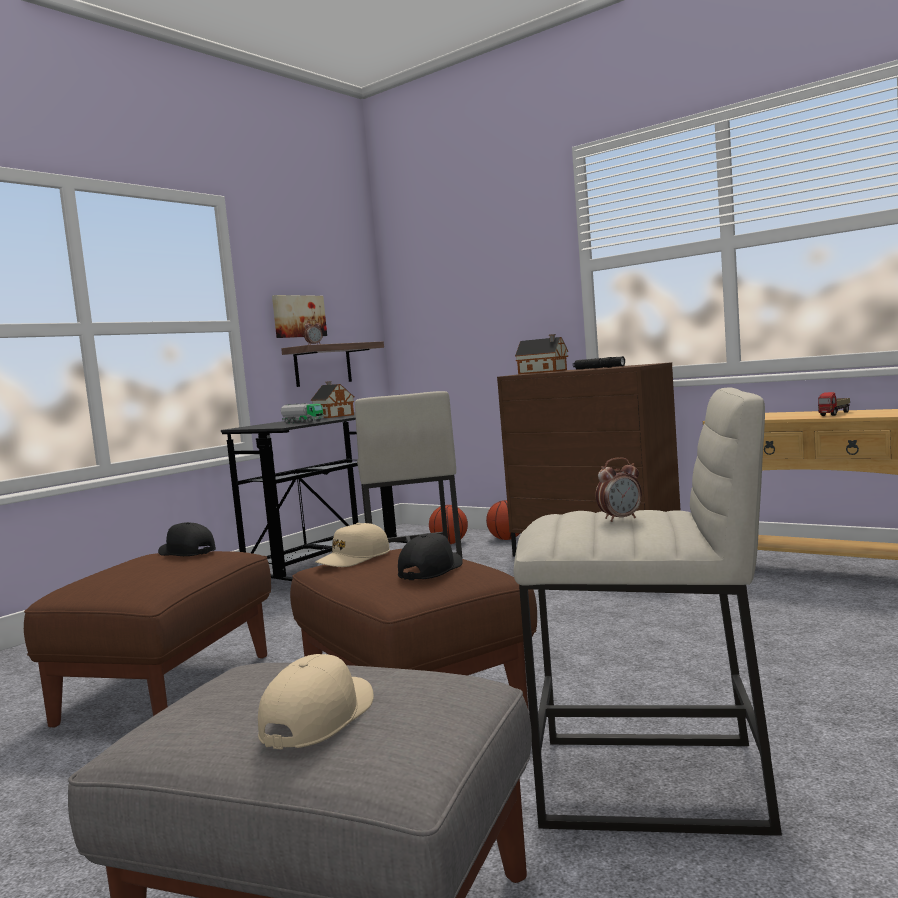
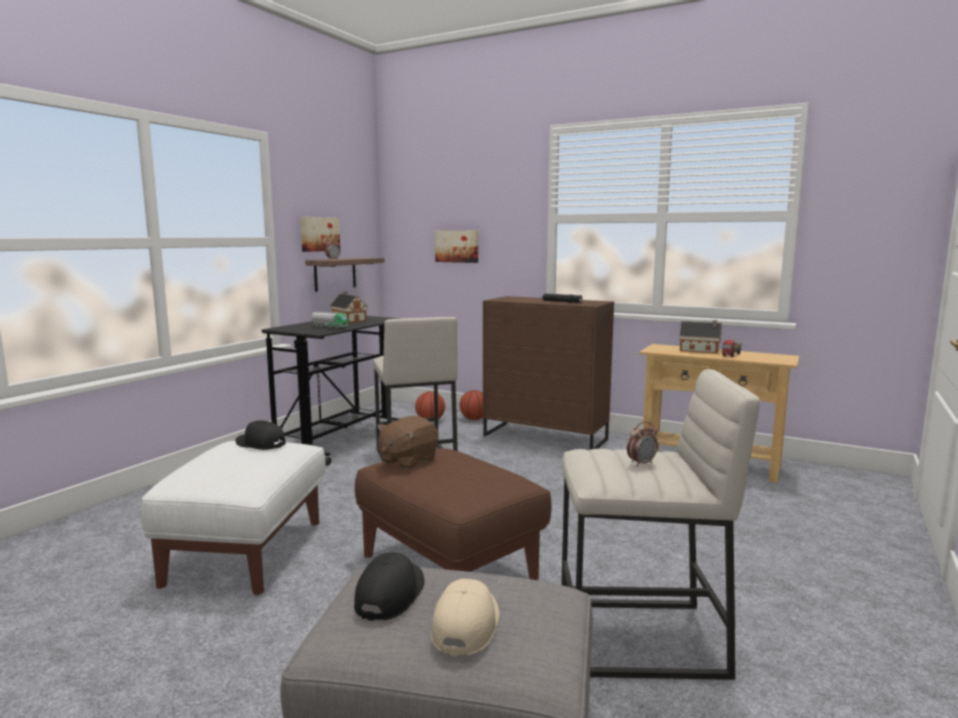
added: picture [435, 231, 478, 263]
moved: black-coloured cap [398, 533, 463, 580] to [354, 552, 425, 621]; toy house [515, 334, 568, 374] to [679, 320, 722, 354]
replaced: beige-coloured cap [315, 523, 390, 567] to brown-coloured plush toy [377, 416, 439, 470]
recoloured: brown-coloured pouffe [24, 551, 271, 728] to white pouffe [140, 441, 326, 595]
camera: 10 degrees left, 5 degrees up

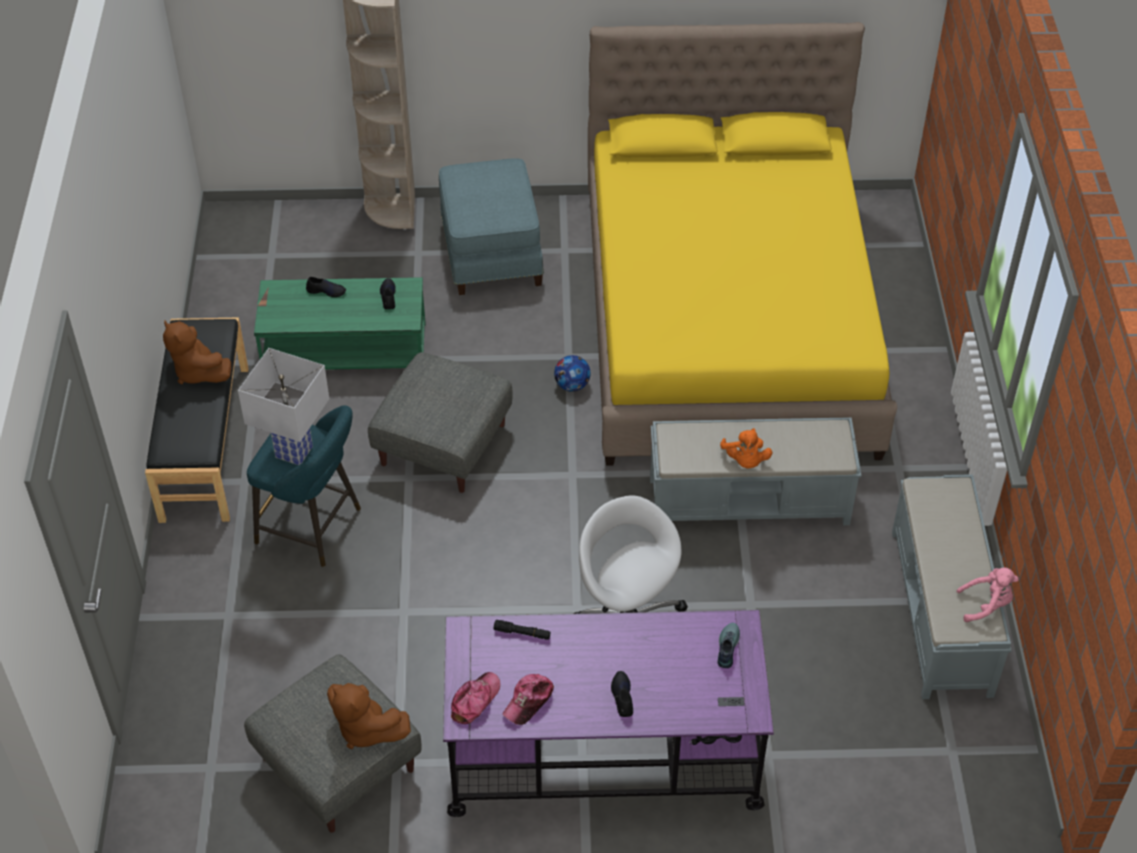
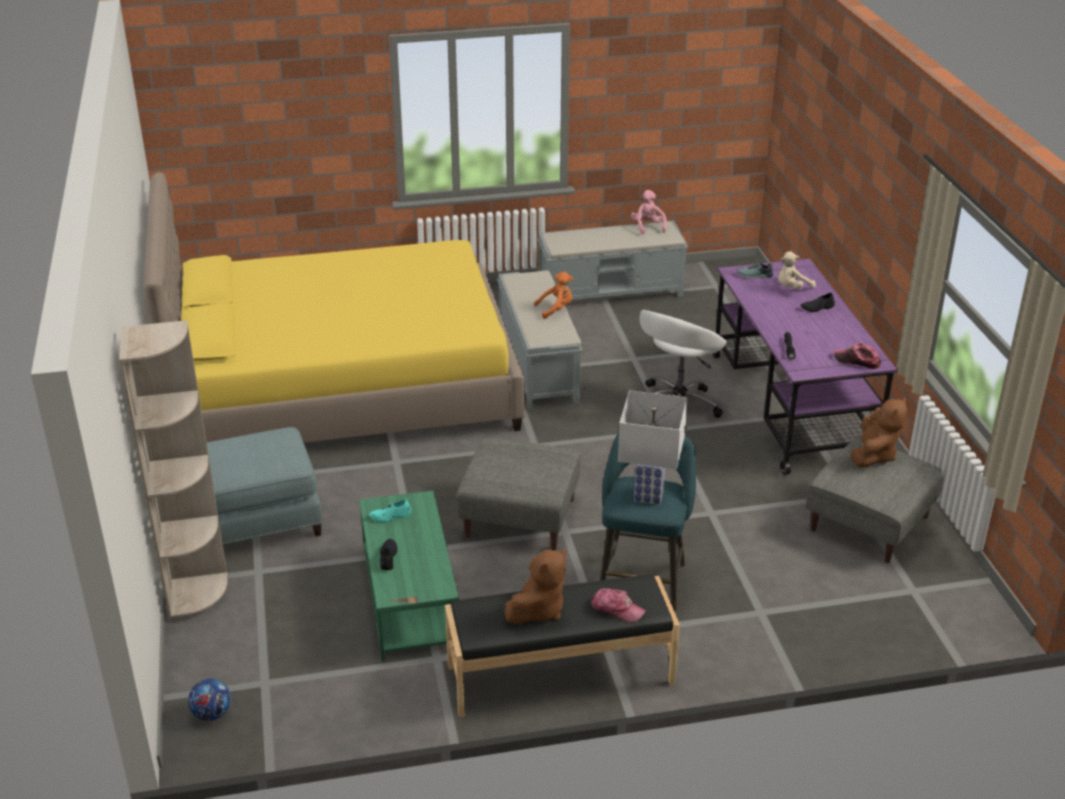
added: beige-coloured plush toy [778, 251, 816, 290]
moved: cap [503, 674, 554, 725] to [591, 588, 646, 622]; football ball [554, 355, 591, 392] to [188, 679, 231, 721]
recoloured: black-coloured shoe [380, 278, 396, 309] to turquoise-coloured shoe [369, 499, 411, 522]
camera: 100 degrees left, 15 degrees down

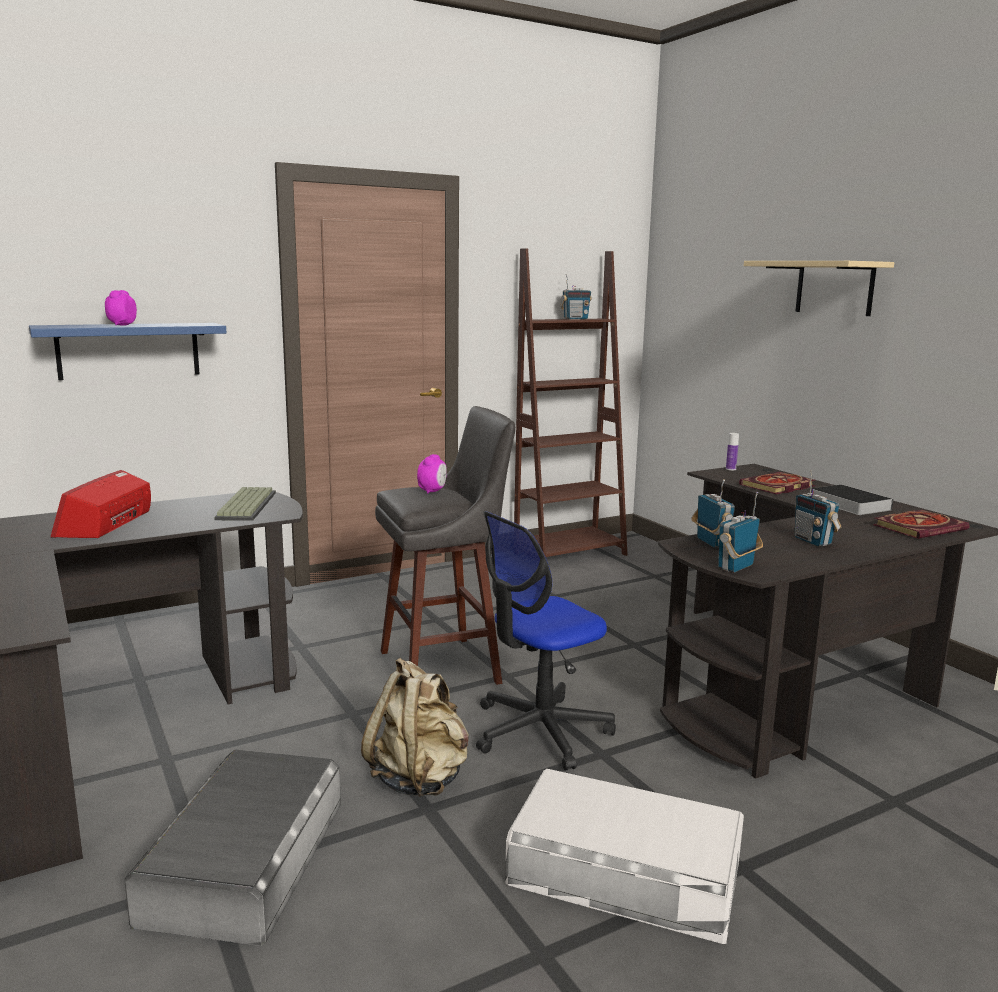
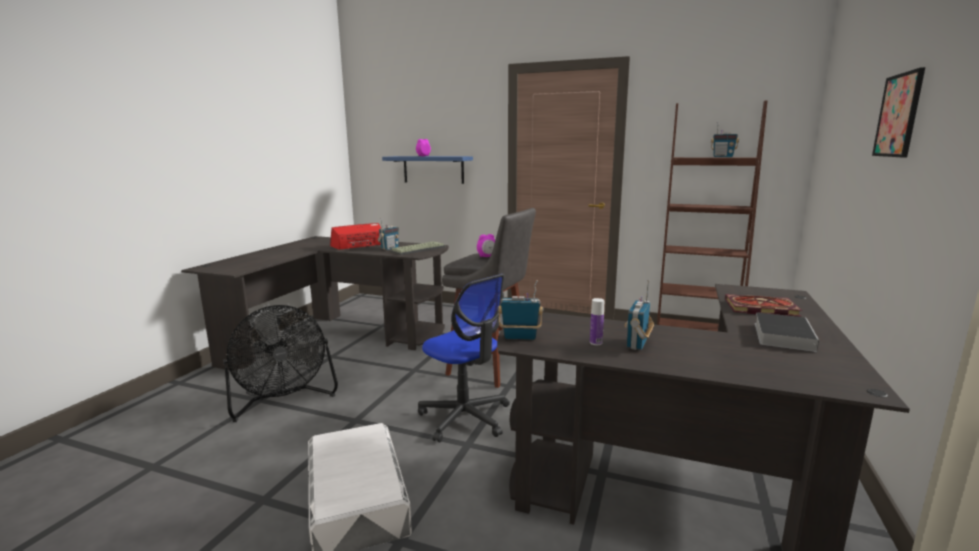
removed: beige-coloured backpack [361, 658, 469, 797]; bound book [873, 510, 969, 539]
moved: radio [691, 480, 735, 548] to [377, 217, 399, 250]; beverage bottle [726, 433, 739, 470] to [590, 298, 604, 345]
replaced: grey storage bin [124, 749, 341, 946] to black-coloured electric fan [223, 305, 338, 422]; beige-coloured bracket shelf [744, 261, 894, 316] to picture [872, 67, 925, 157]
turned: computer chair [476, 511, 616, 770] = [418, 274, 510, 442] 150 degrees counterclockwise
camera: 50 degrees right, 0 degrees up

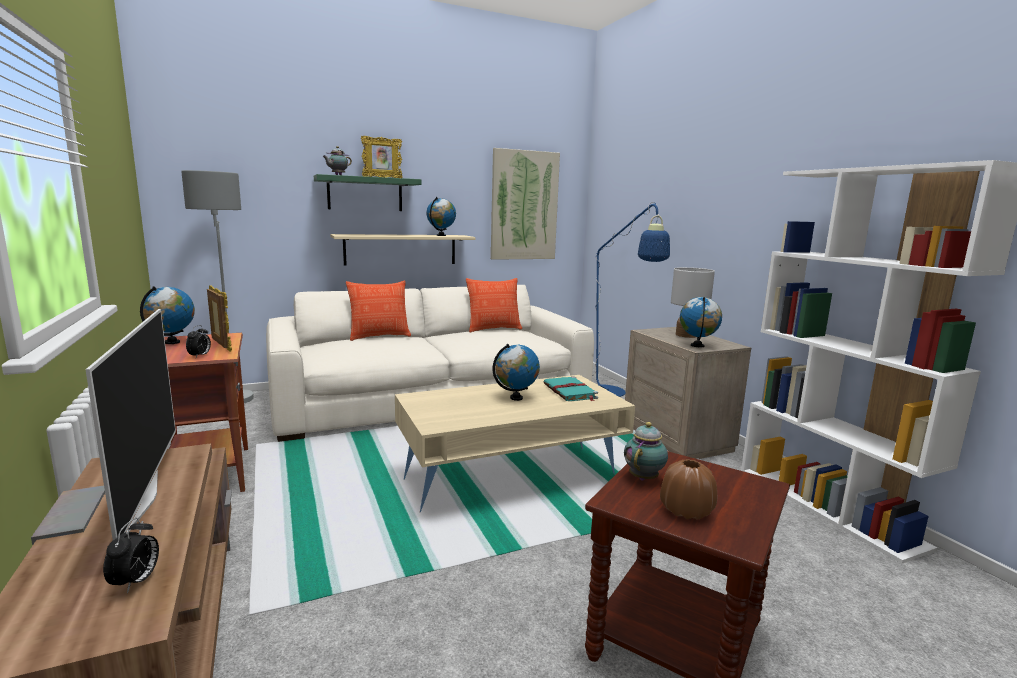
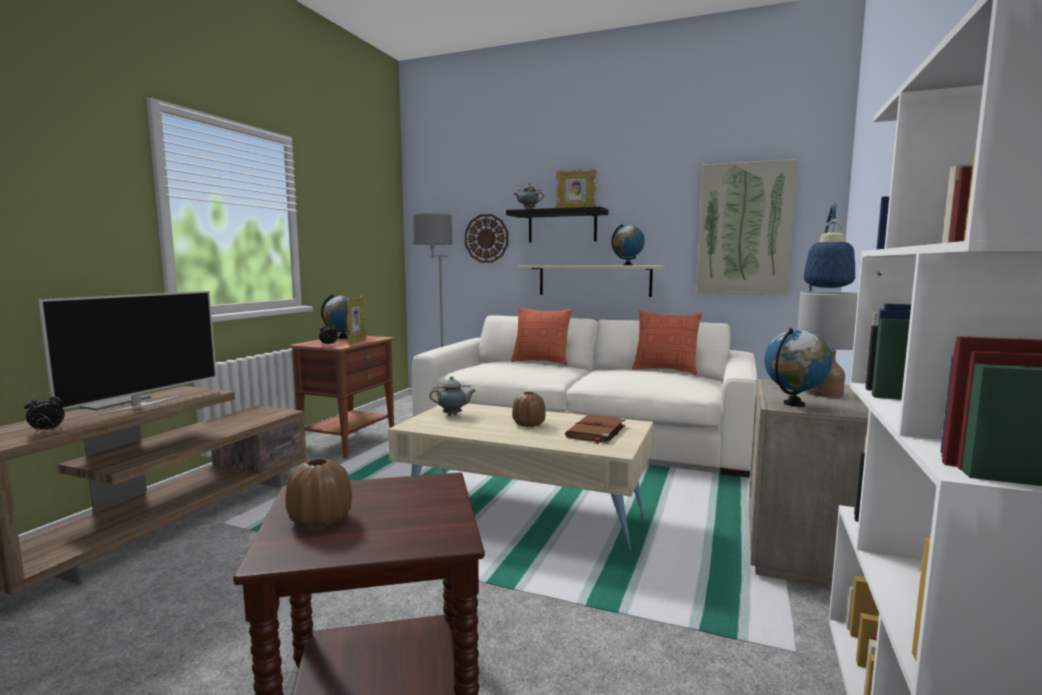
added: clock on the wall [465, 214, 508, 263]
moved: pot for tea [624, 422, 668, 481] to [429, 376, 476, 415]
replaced: world globe [493, 344, 540, 401] to brown-coloured vase [512, 392, 546, 427]
recoloured: green bracket shelf [314, 174, 421, 211] to black-coloured bracket shelf [506, 206, 609, 242]; turquoise-coloured bound book [544, 376, 598, 401] to brown-coloured bound book [565, 415, 626, 444]
camera: 45 degrees right, 5 degrees down

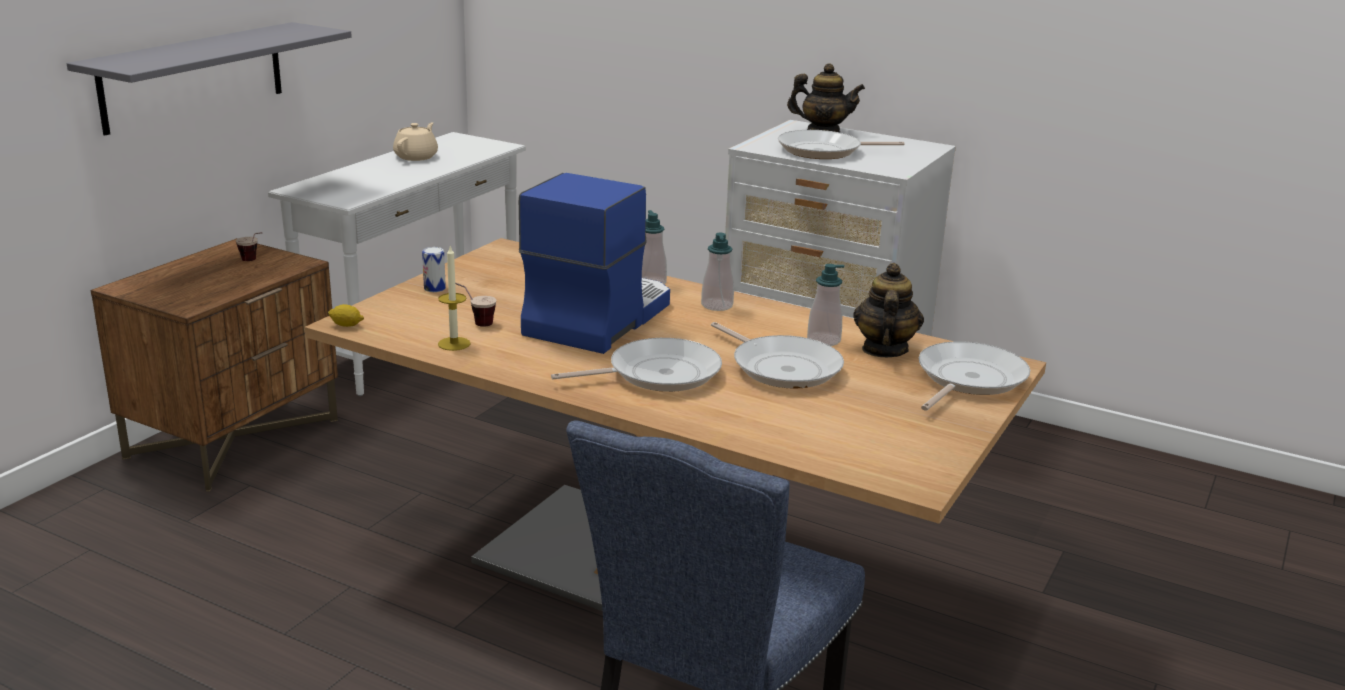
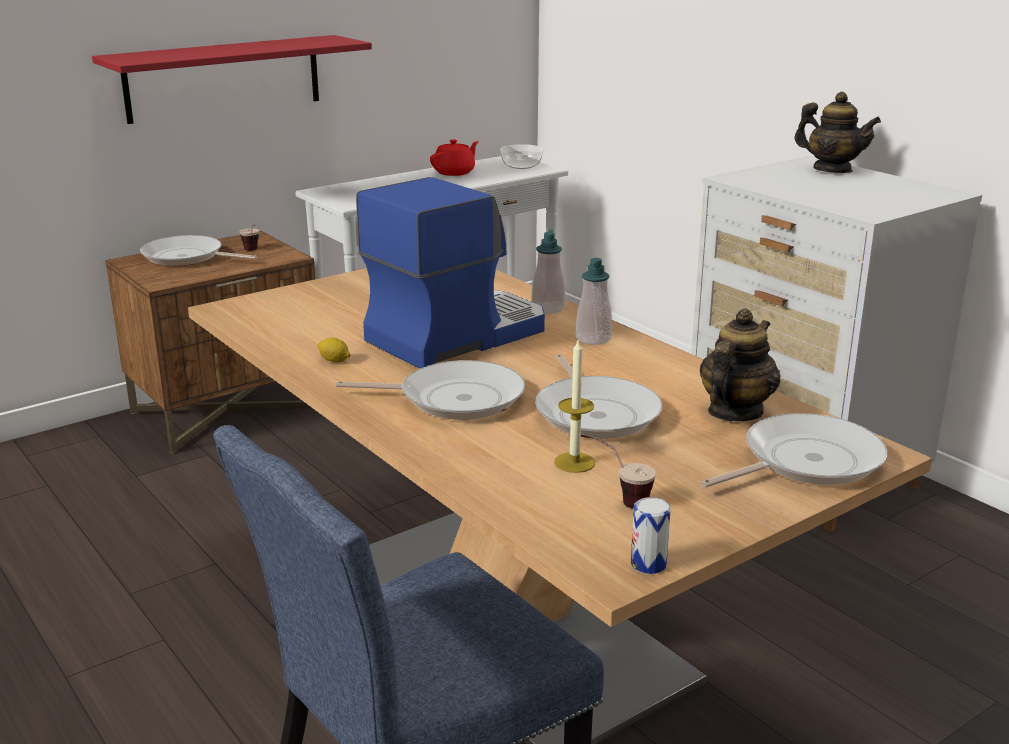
removed: soap dispenser [807, 264, 845, 346]
added: deep dish [500, 144, 543, 169]
moved: whole lemon [328, 304, 364, 327] to [318, 337, 351, 362]; sealed can [422, 247, 446, 292] to [631, 497, 671, 574]; wax candle [438, 246, 471, 351] to [554, 338, 595, 473]; cup [455, 283, 496, 327] to [595, 437, 656, 509]; skillet [778, 130, 905, 159] to [140, 235, 257, 266]
recoloured: grey bracket shelf [67, 22, 352, 135] to red bracket shelf [92, 35, 372, 124]; beige-coloured pot for tea [393, 122, 438, 161] to red pot for tea [430, 139, 479, 176]
camera: 25 degrees right, 0 degrees up

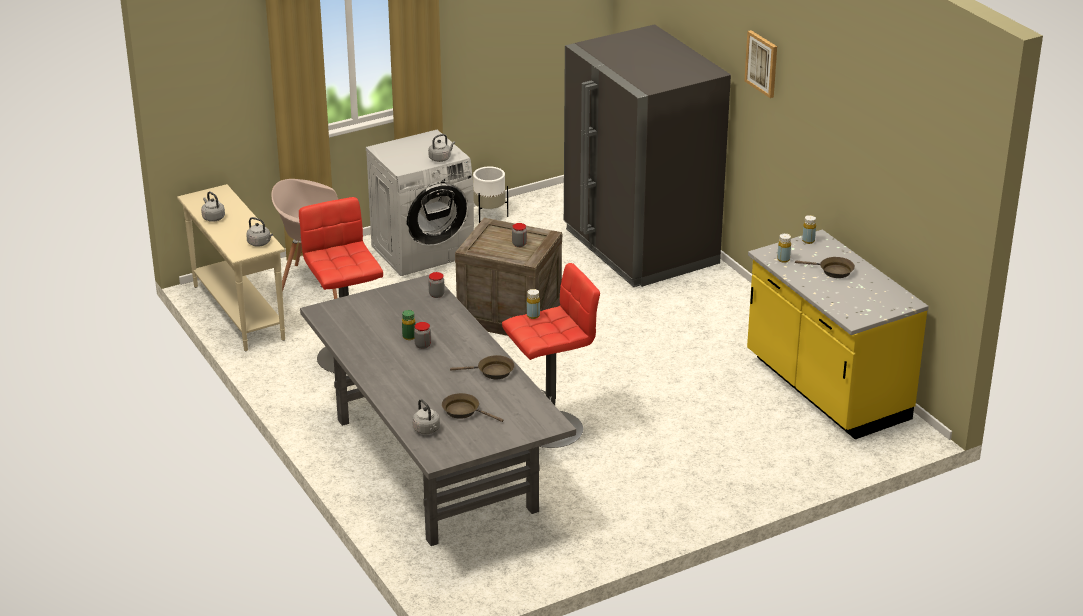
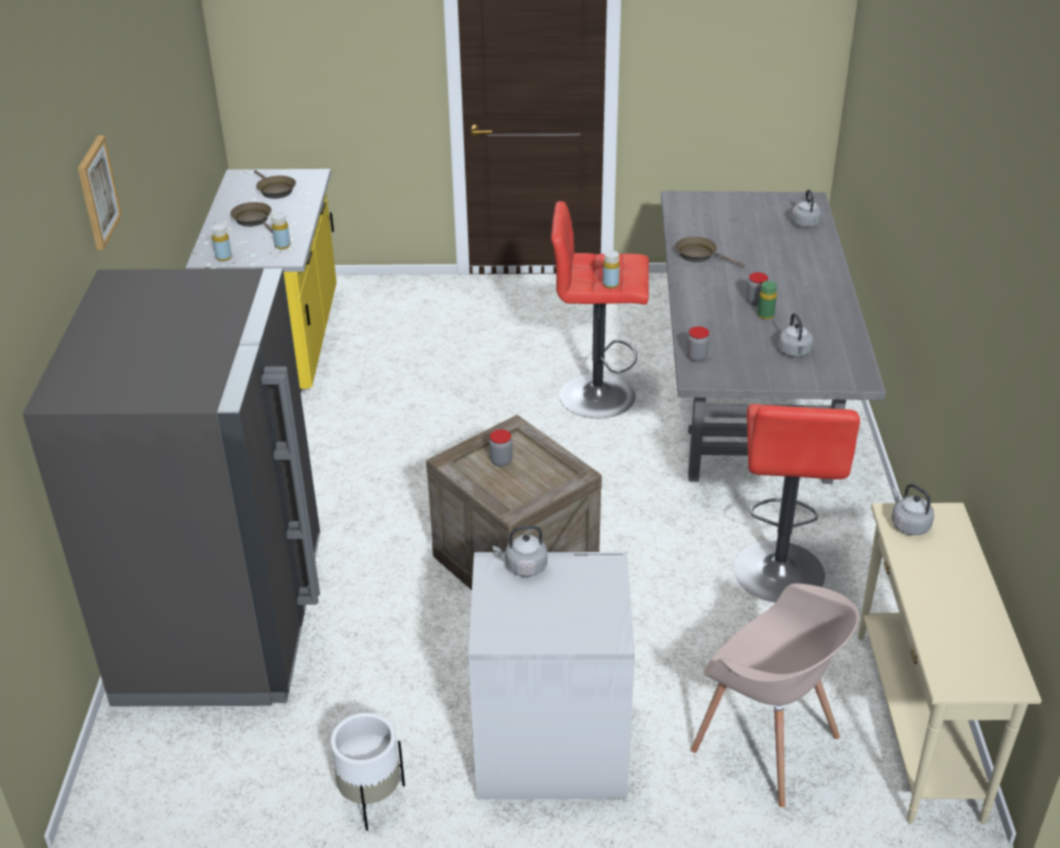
moved: grey water kettle [201, 192, 225, 222] to [778, 313, 813, 357]; brown-coloured skillet [442, 393, 504, 422] to [254, 170, 296, 199]
camera: 150 degrees left, 5 degrees up

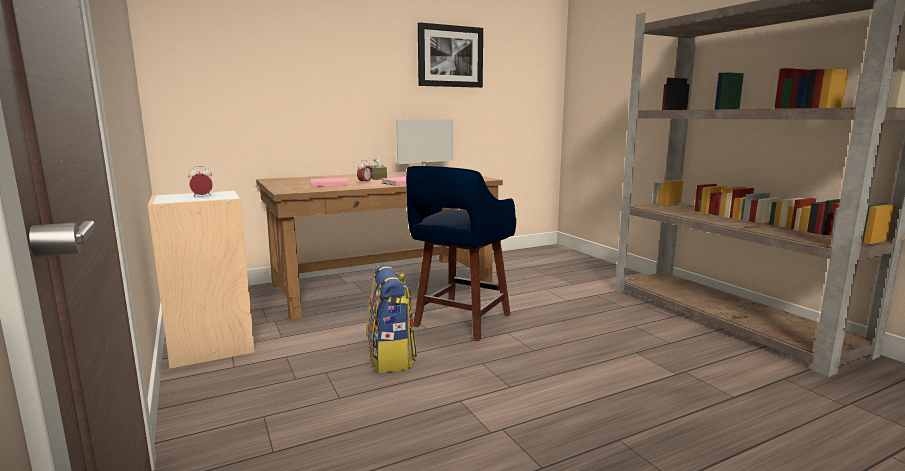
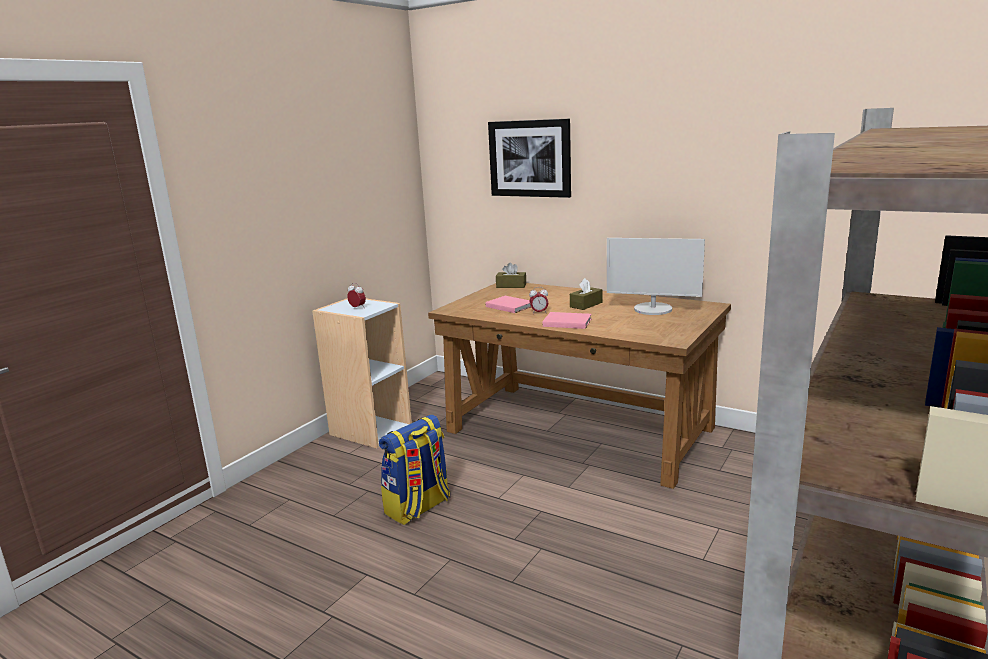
removed: blue sitting stool [406, 166, 516, 341]
added: brown-coloured tissue holder [496, 262, 526, 288]
moved: picture [418, 22, 483, 88] to [488, 119, 571, 198]
camera: 60 degrees right, 5 degrees up

